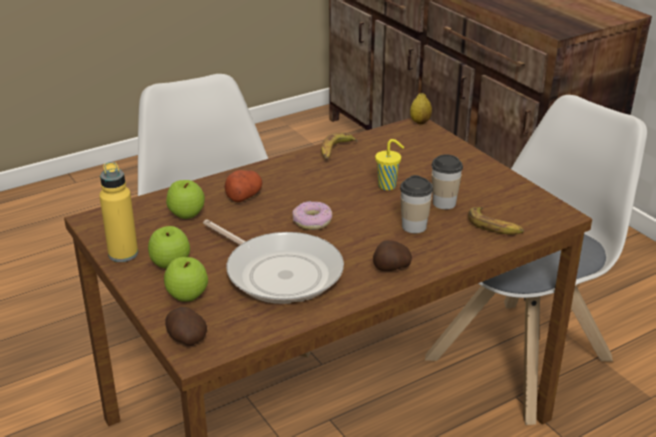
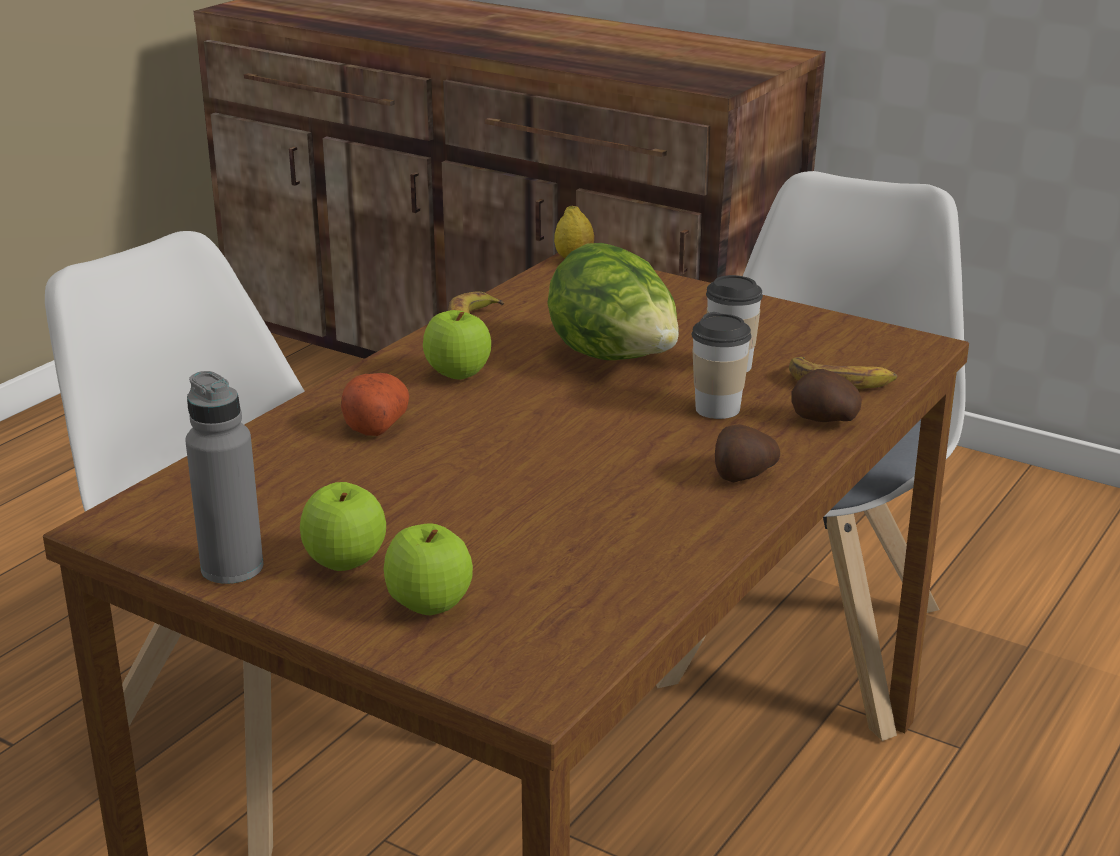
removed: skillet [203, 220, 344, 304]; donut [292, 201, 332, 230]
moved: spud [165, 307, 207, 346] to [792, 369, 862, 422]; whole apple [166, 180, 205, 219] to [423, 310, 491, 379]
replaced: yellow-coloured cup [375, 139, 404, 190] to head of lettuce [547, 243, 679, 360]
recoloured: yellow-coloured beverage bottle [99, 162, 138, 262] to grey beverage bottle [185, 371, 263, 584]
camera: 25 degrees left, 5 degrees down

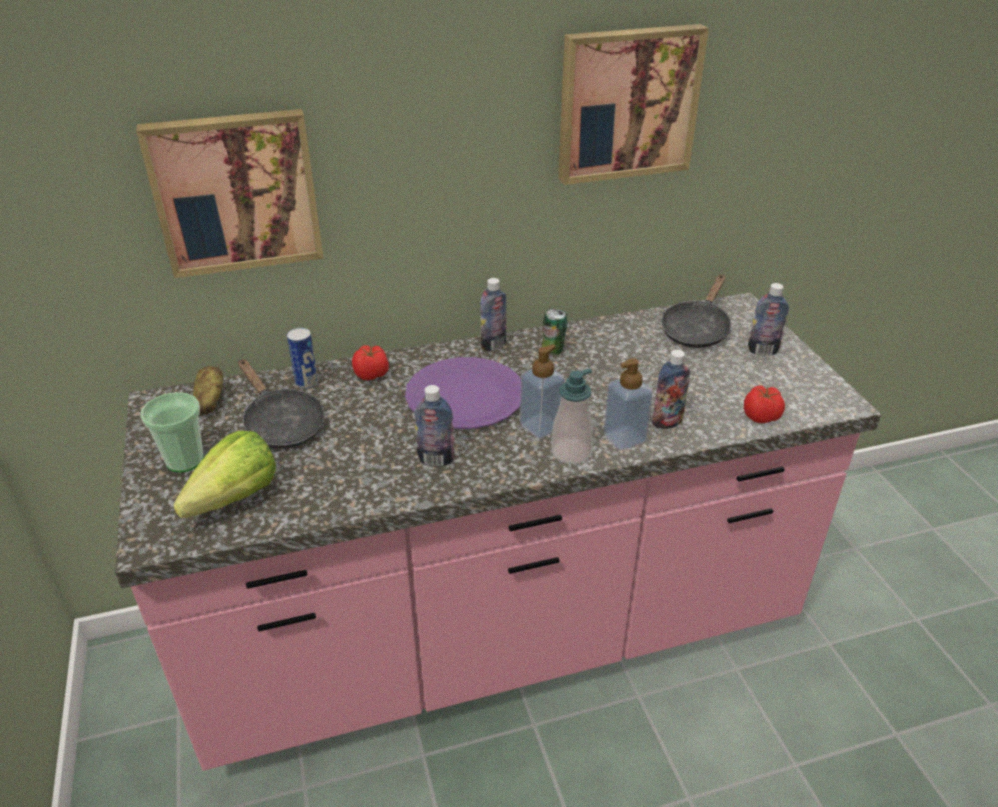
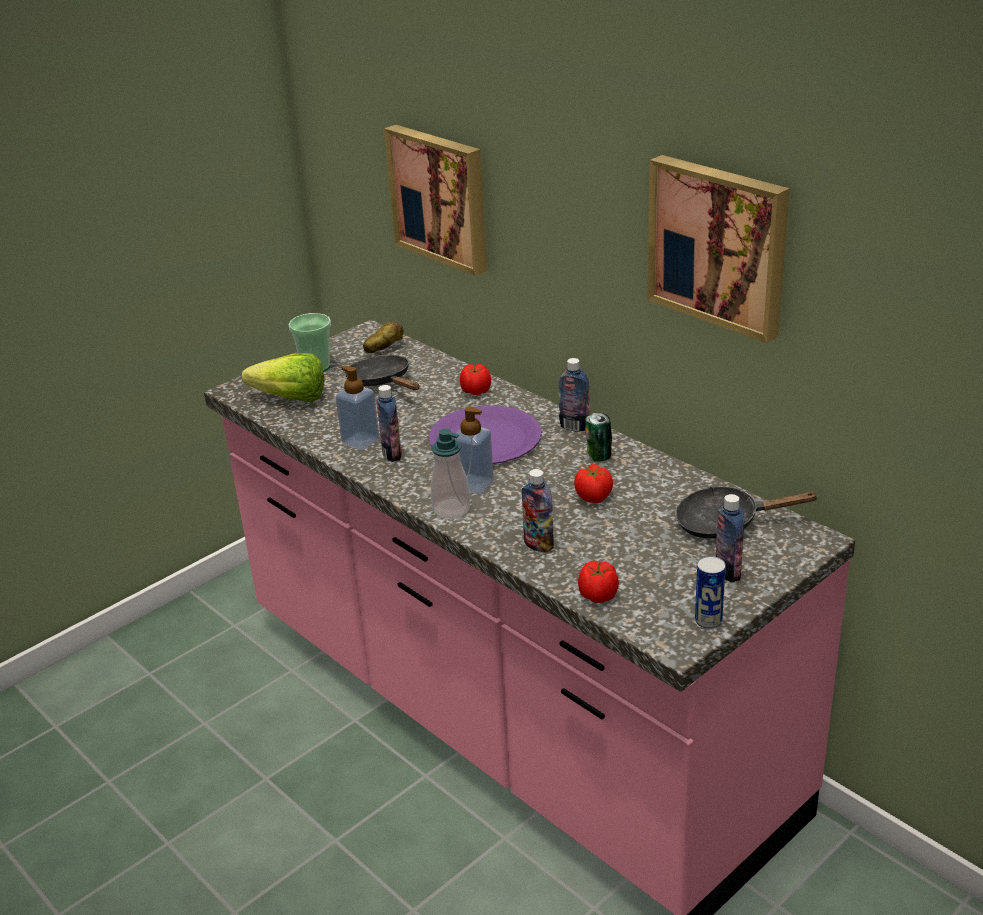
added: fresh tomato [574, 464, 613, 503]
moved: sealed can [287, 328, 318, 389] to [695, 556, 726, 629]; soap dispenser [604, 358, 653, 450] to [336, 366, 379, 450]
turned: black-coloured skillet [238, 359, 325, 449] = [344, 355, 419, 390] 120 degrees clockwise
camera: 65 degrees right, 5 degrees down

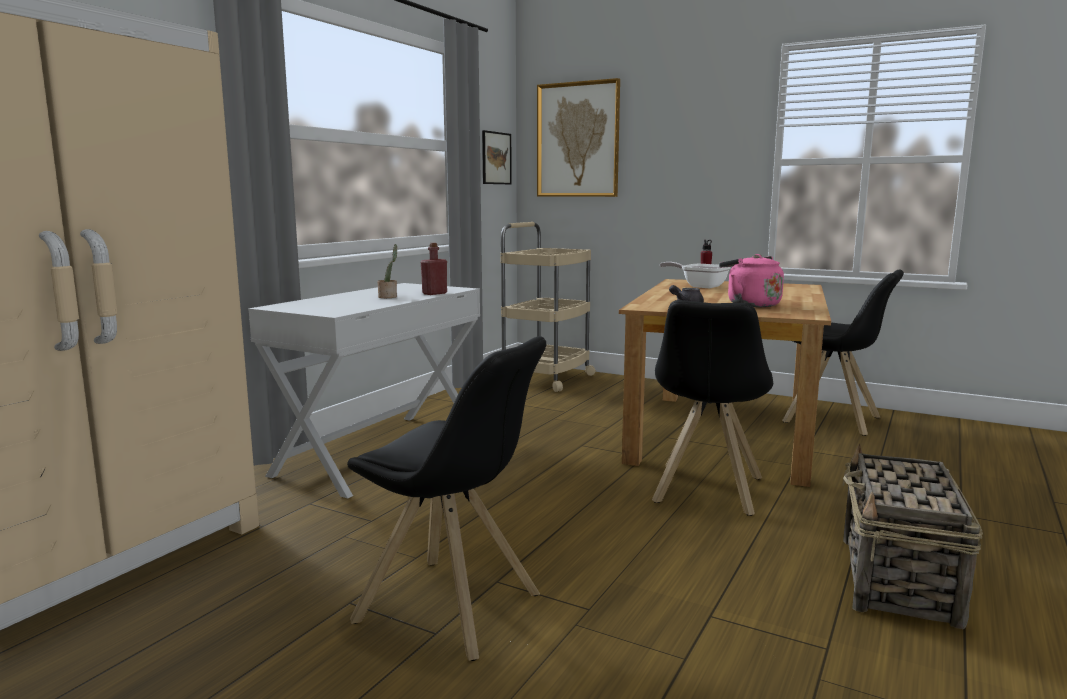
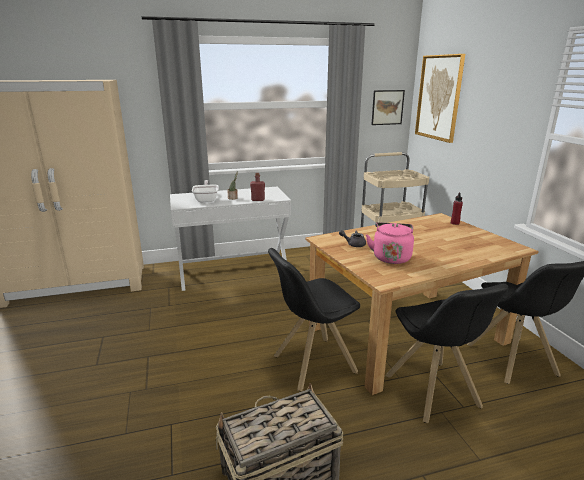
moved: black-coloured plain chair [347, 336, 546, 661] to [386, 284, 509, 423]; skillet [660, 262, 731, 288] to [192, 180, 218, 202]
camera: 45 degrees right, 10 degrees up

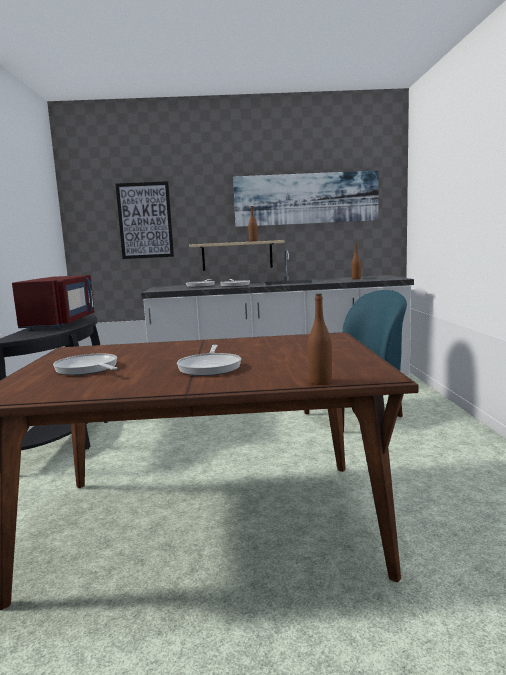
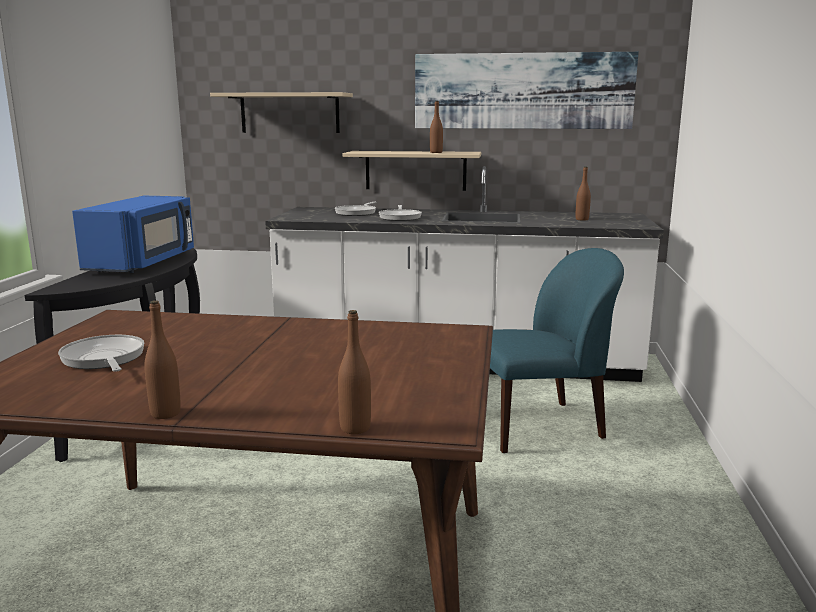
removed: skillet [177, 345, 241, 376]
added: brown-coloured beverage bottle [144, 300, 181, 419]
replaced: picture [116, 181, 174, 259] to beige-coloured bracket shelf [210, 92, 353, 133]
recoloured: red kitchen microwave [12, 275, 95, 330] to blue kitchen microwave [72, 196, 194, 273]
camera: 10 degrees right, 5 degrees up

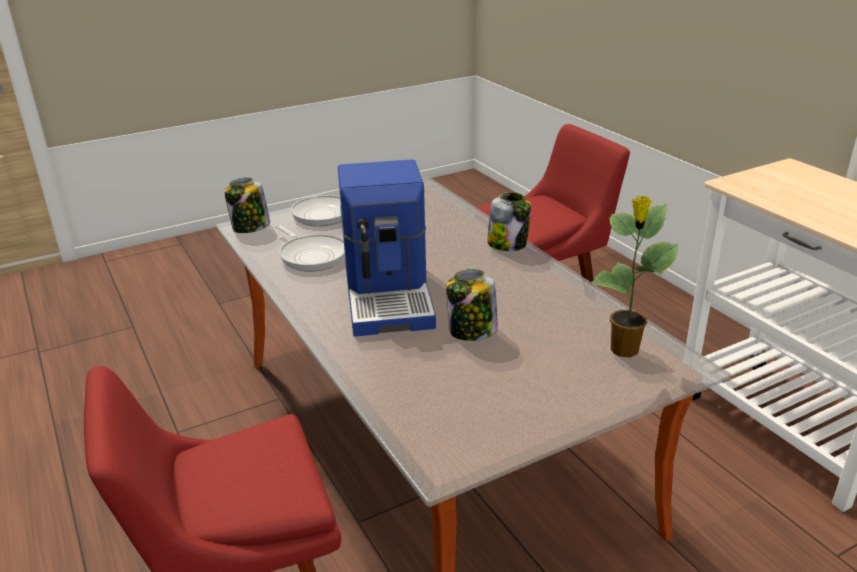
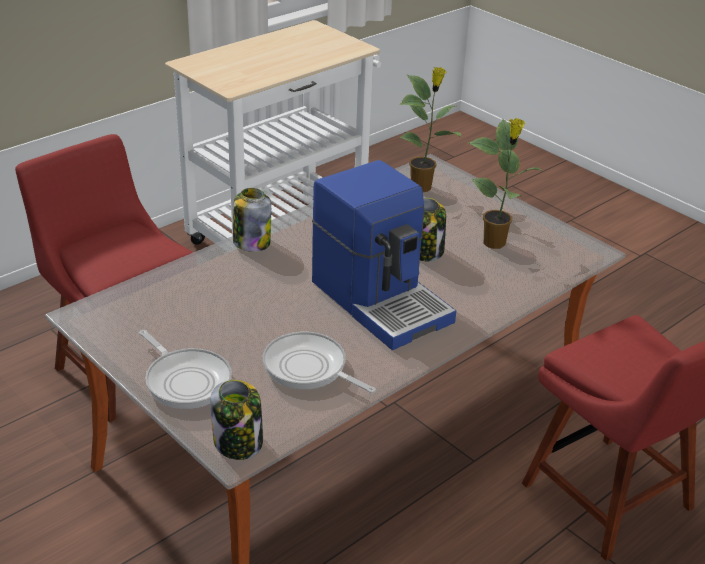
added: houseplant [469, 118, 545, 249]
turned: skillet [275, 224, 345, 272] = [263, 332, 376, 393] 90 degrees counterclockwise; coffee machine [338, 159, 436, 337] = [312, 160, 456, 350] 75 degrees clockwise
camera: 105 degrees left, 5 degrees up

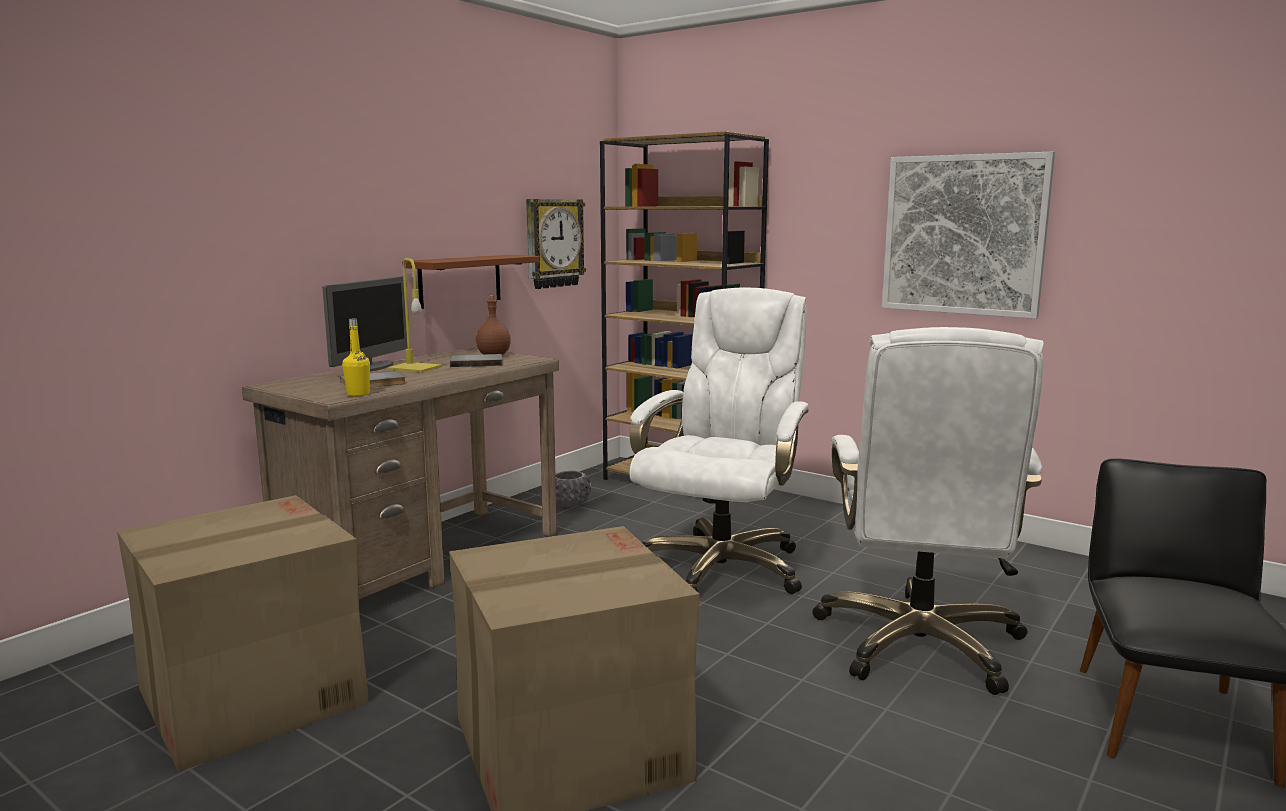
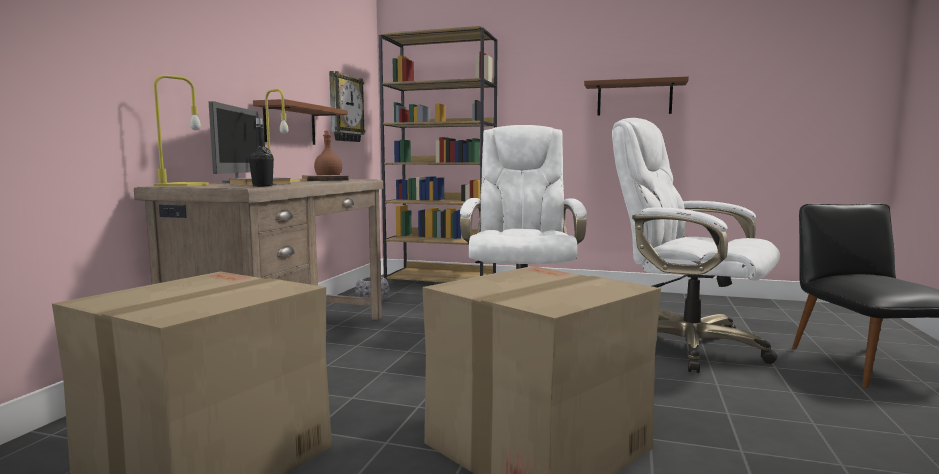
added: yellow-coloured tabletop lamp [154, 75, 209, 186]
replaced: picture [882, 152, 1055, 319] to brown-coloured bracket shelf [584, 76, 689, 116]
recoloured: yellow-coloured beverage bottle [342, 319, 370, 397] to black-coloured beverage bottle [249, 118, 274, 187]
turned: white computer chair [812, 327, 1044, 695] = [612, 118, 780, 373] 135 degrees clockwise
camera: 20 degrees left, 5 degrees down

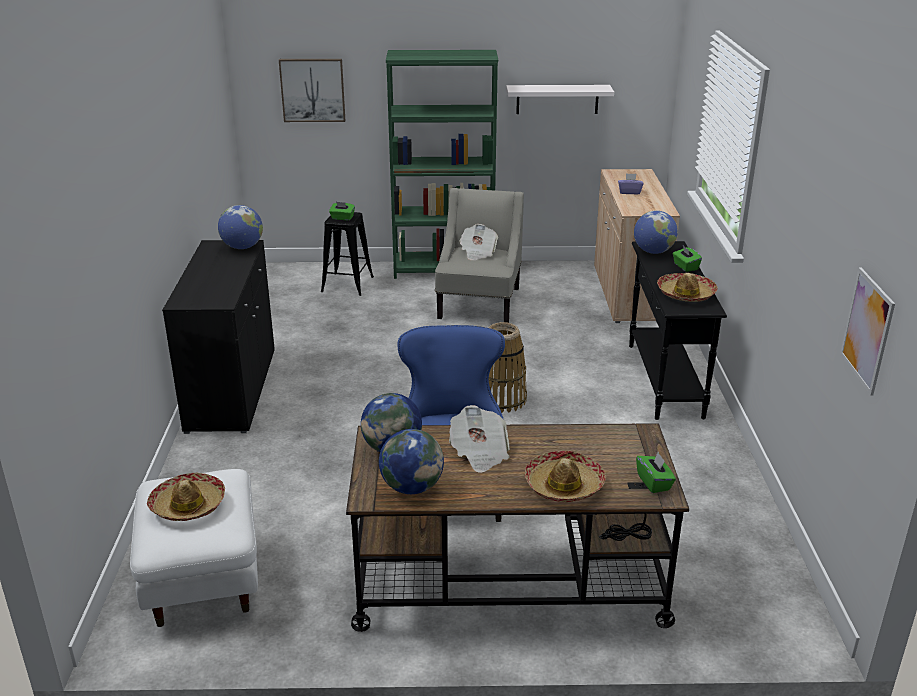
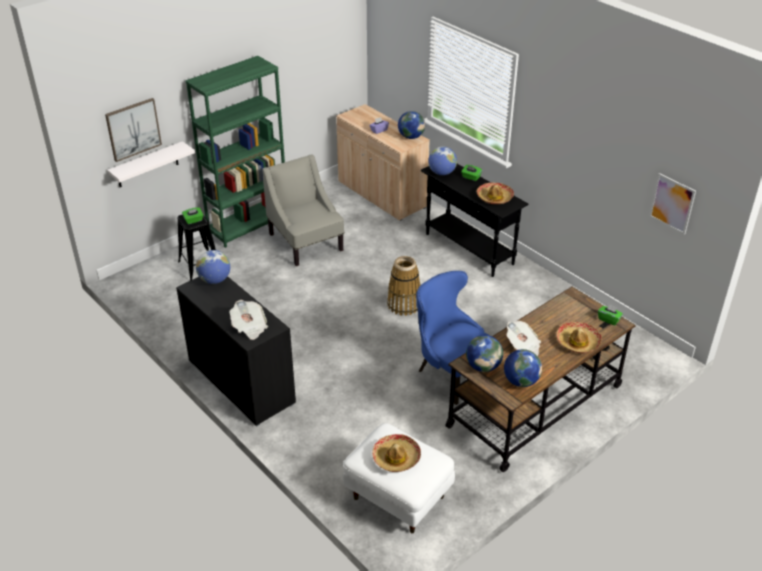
added: world globe [398, 111, 425, 139]
moved: newspaper [459, 224, 498, 260] to [229, 300, 268, 340]; white bracket shelf [506, 85, 614, 114] to [107, 141, 195, 187]
camera: 40 degrees left, 10 degrees up

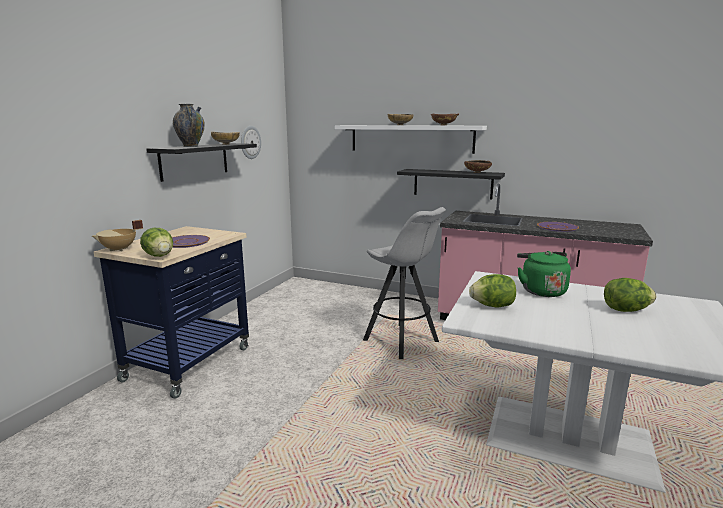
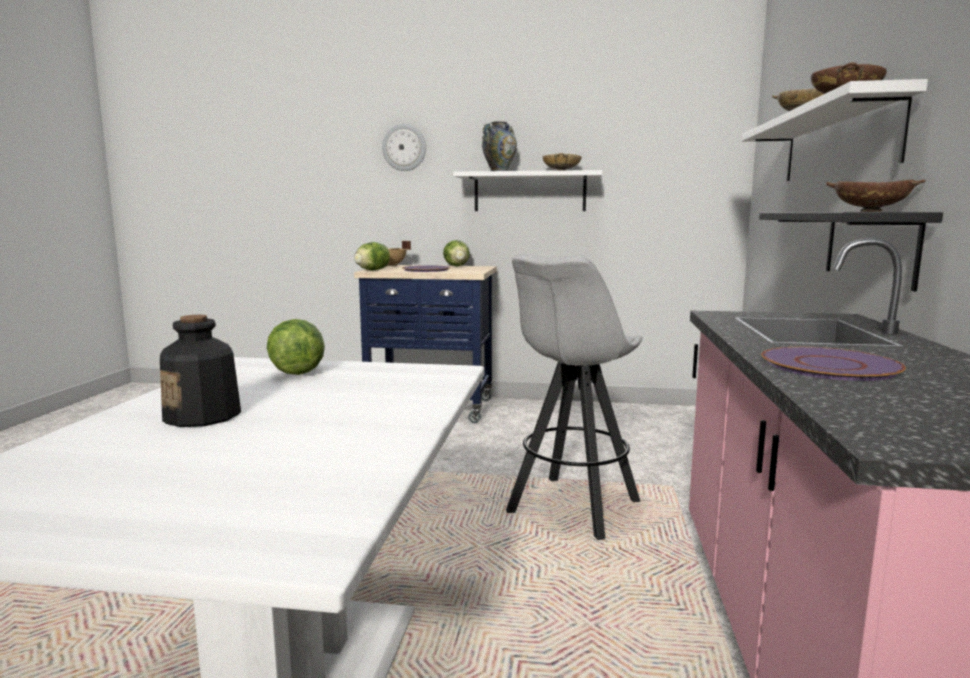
removed: green water kettle [517, 251, 571, 297]
added: beverage bottle [160, 315, 241, 427]
moved: clock on the wall [241, 126, 261, 159] to [382, 124, 426, 171]; head of lettuce [604, 278, 656, 312] to [443, 240, 470, 266]
recoloured: black-coloured bracket shelf [146, 143, 257, 182] to white bracket shelf [454, 170, 602, 211]
camera: 75 degrees right, 5 degrees down

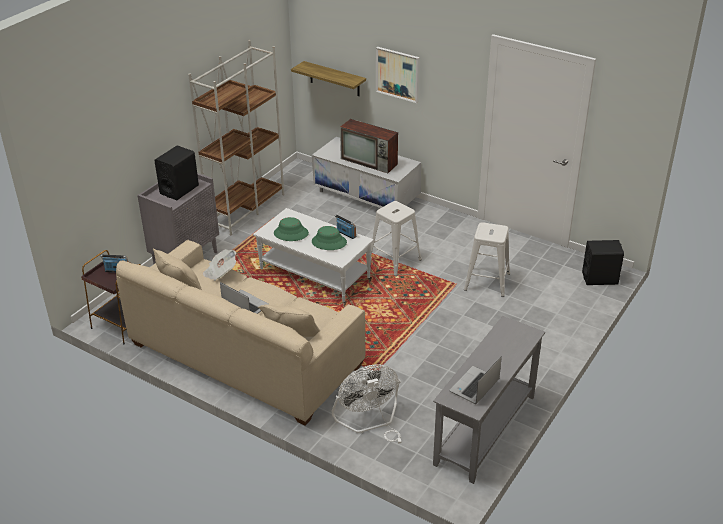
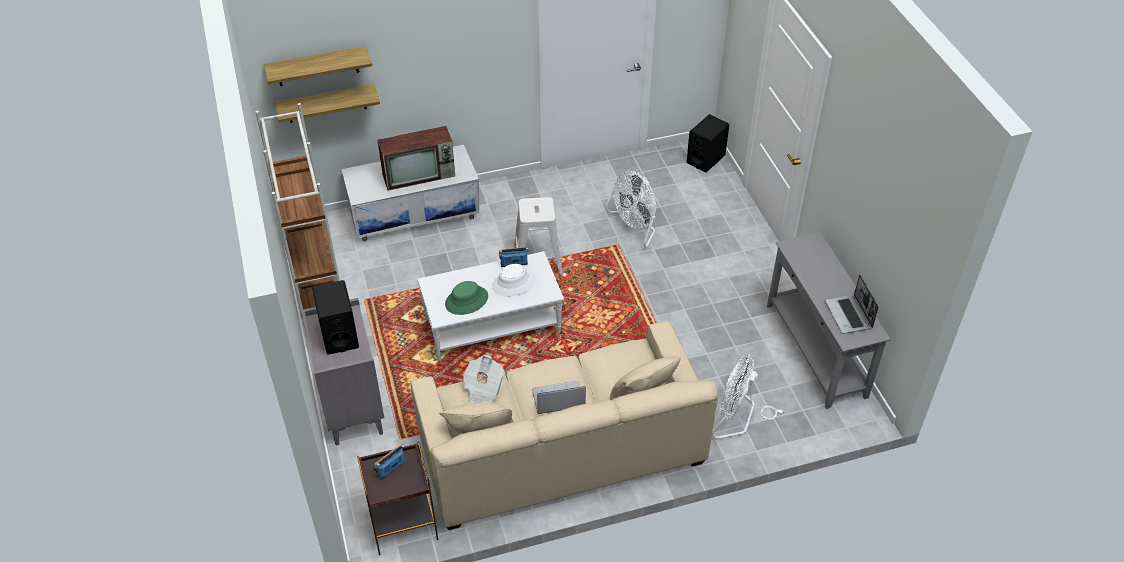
removed: picture [376, 47, 420, 103]
added: bracket shelf [264, 46, 372, 86]
replaced: white sitting stool [464, 222, 510, 297] to white electric fan [606, 171, 657, 249]
recoloured: green clothing hat [312, 226, 347, 250] to white clothing hat [492, 264, 535, 297]
camera: 50 degrees left, 10 degrees up

